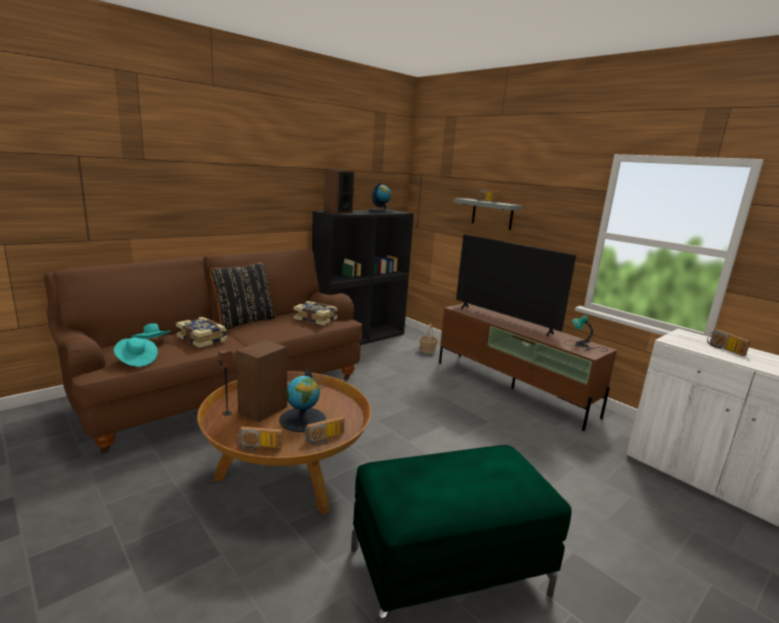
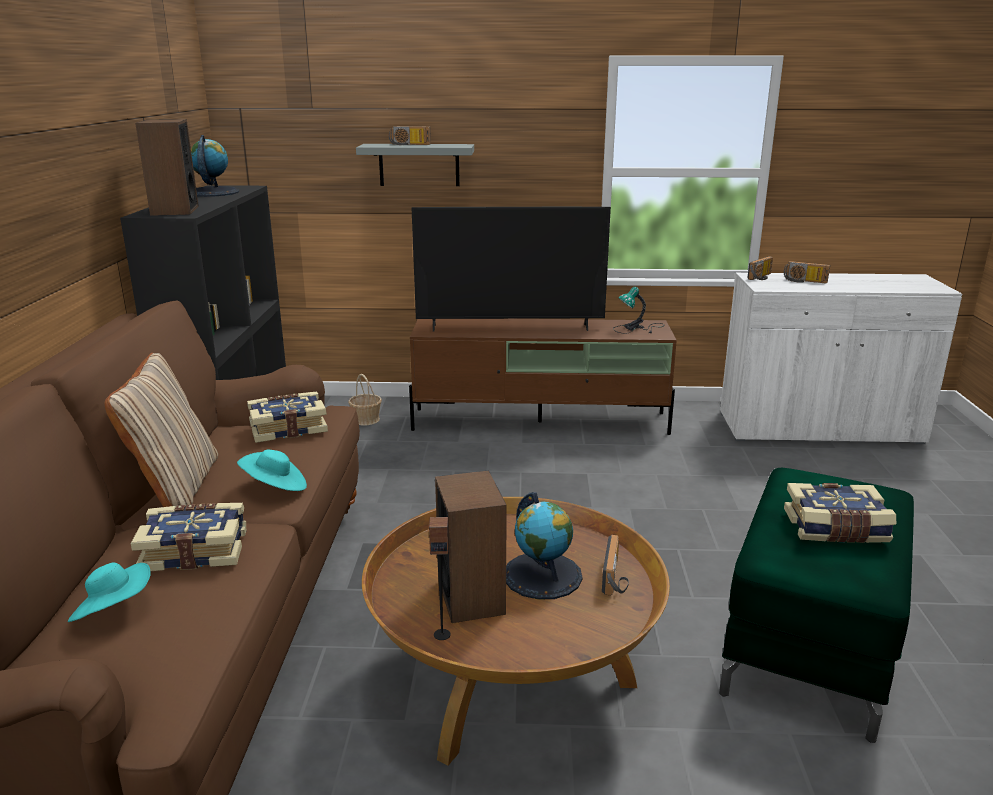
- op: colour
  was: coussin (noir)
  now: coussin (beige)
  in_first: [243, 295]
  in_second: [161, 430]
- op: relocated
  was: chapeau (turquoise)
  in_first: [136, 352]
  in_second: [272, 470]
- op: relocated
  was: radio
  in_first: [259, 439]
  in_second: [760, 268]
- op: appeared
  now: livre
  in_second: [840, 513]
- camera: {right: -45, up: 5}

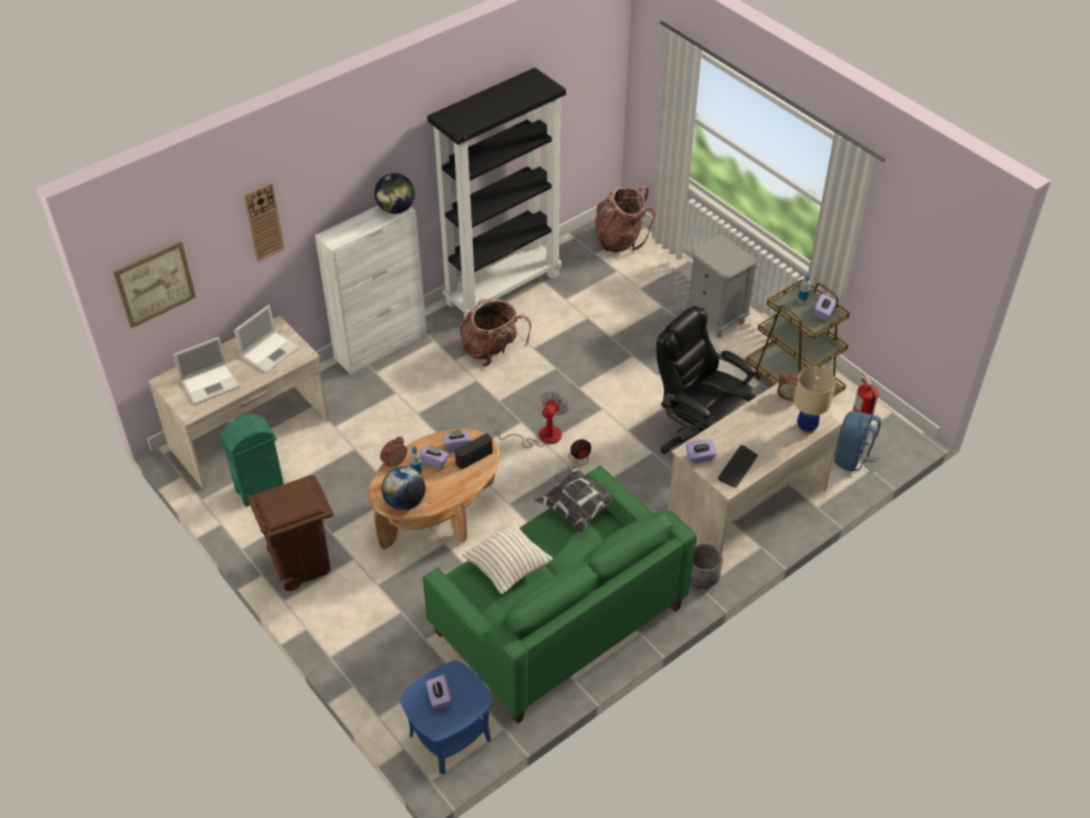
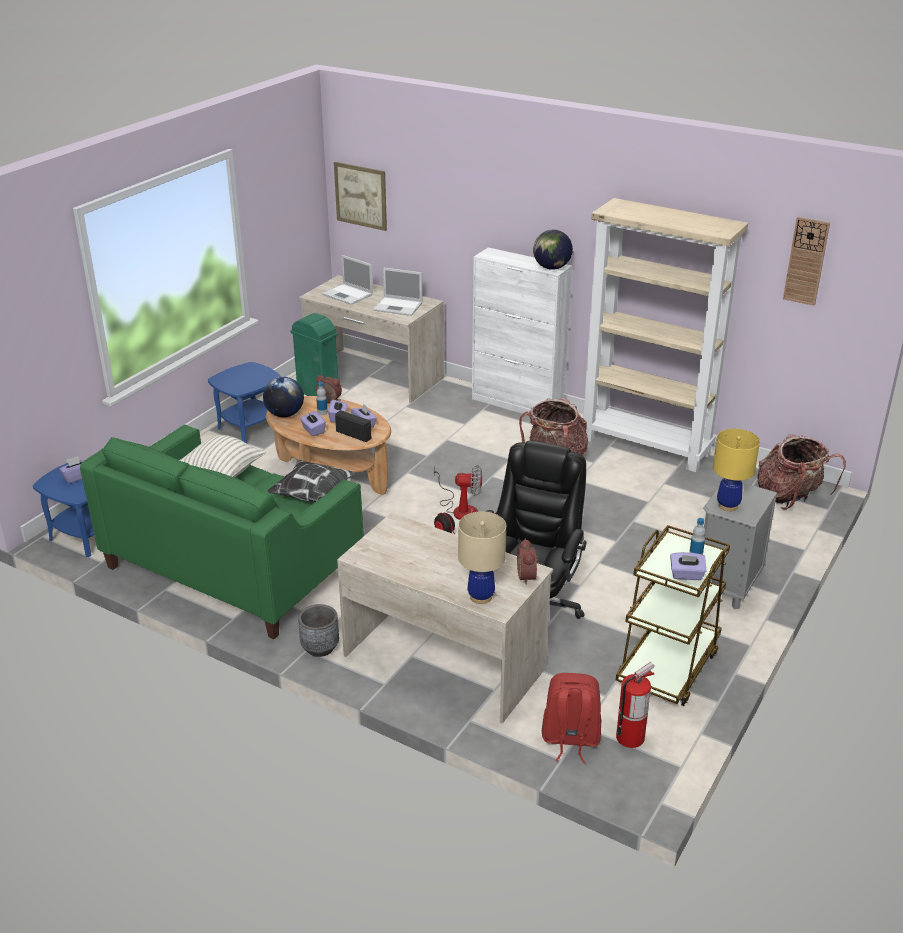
- op: colour
  was: bibliothèque (noir)
  now: bibliothèque (beige)
  in_first: [496, 194]
  in_second: [665, 335]
- op: relocated
  was: horloge murale
  in_first: [264, 222]
  in_second: [806, 261]
- op: colour
  was: sac à dos (bleu)
  now: sac à dos (rouge)
  in_first: [857, 441]
  in_second: [571, 718]
- op: relocated
  was: boîte à mouchoirs (violet)
  in_first: [701, 451]
  in_second: [313, 423]
- op: missing
  was: clavier
  in_first: [738, 466]
- op: exchanged
  was: poubelle (marron)
  now: table d'appoint (bleu)
  in_first: [290, 533]
  in_second: [244, 402]
- op: appeared
  now: lampe de table (jaune)
  in_second: [736, 470]
- camera: {right: 70, up: -15}

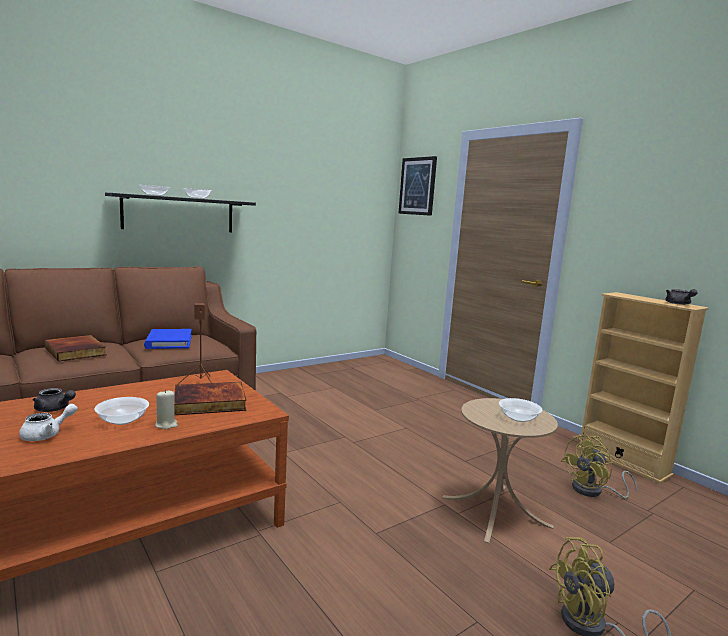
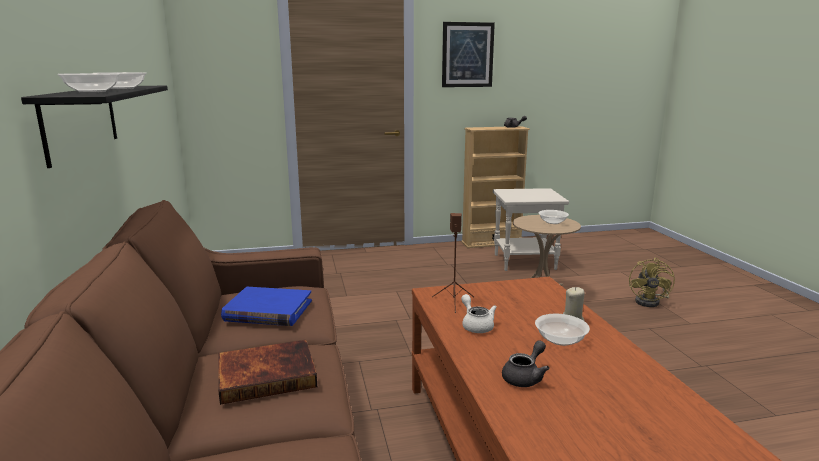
- op: relocated
  was: tableau
  in_first: [417, 186]
  in_second: [468, 54]
- op: missing
  was: livre
  in_first: [210, 398]
- op: relocated
  was: théière (blanc)
  in_first: [48, 422]
  in_second: [479, 313]
- op: exchanged
  was: ventilateur (jaune)
  now: table d'appoint (blanc)
  in_first: [599, 467]
  in_second: [531, 229]
- camera: {right: -65, up: 5}

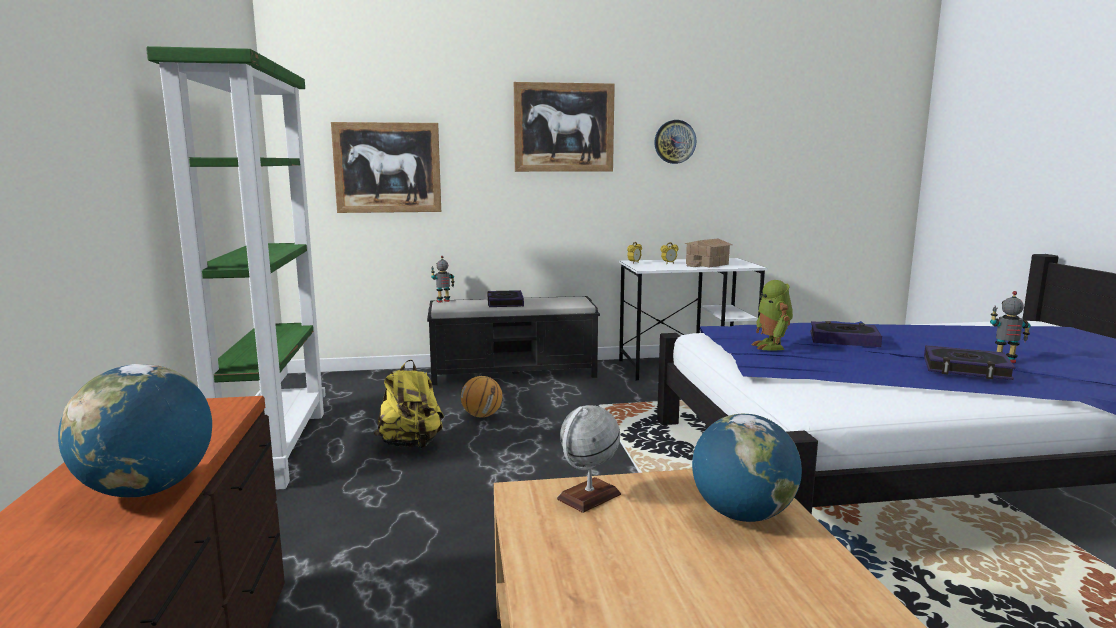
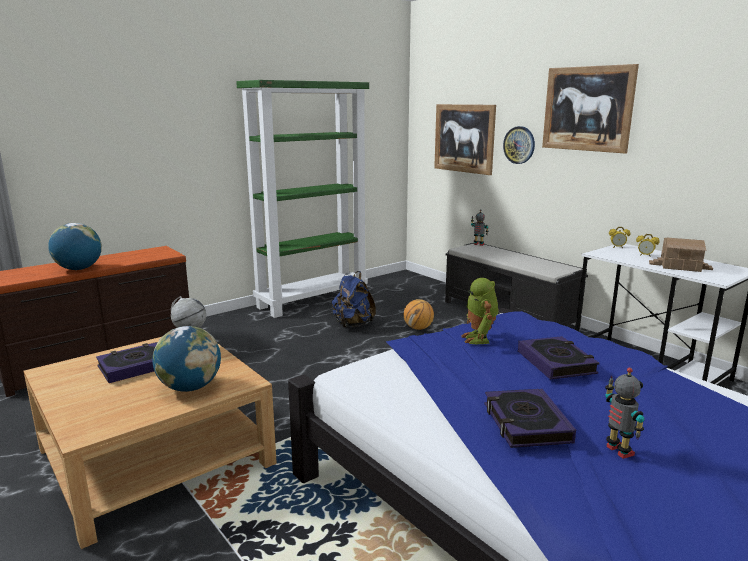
- op: relocated
  was: horloge murale
  in_first: [675, 142]
  in_second: [519, 145]
- op: spun
  was: robot jouet
  in_first: [772, 315]
  in_second: [480, 311]
  clockwise: -60
- op: relocated
  was: livre
  in_first: [506, 298]
  in_second: [126, 362]
- op: colour
  was: sac à dos (jaune)
  now: sac à dos (bleu)
  in_first: [409, 404]
  in_second: [354, 299]
- camera: {right: 60, up: 5}

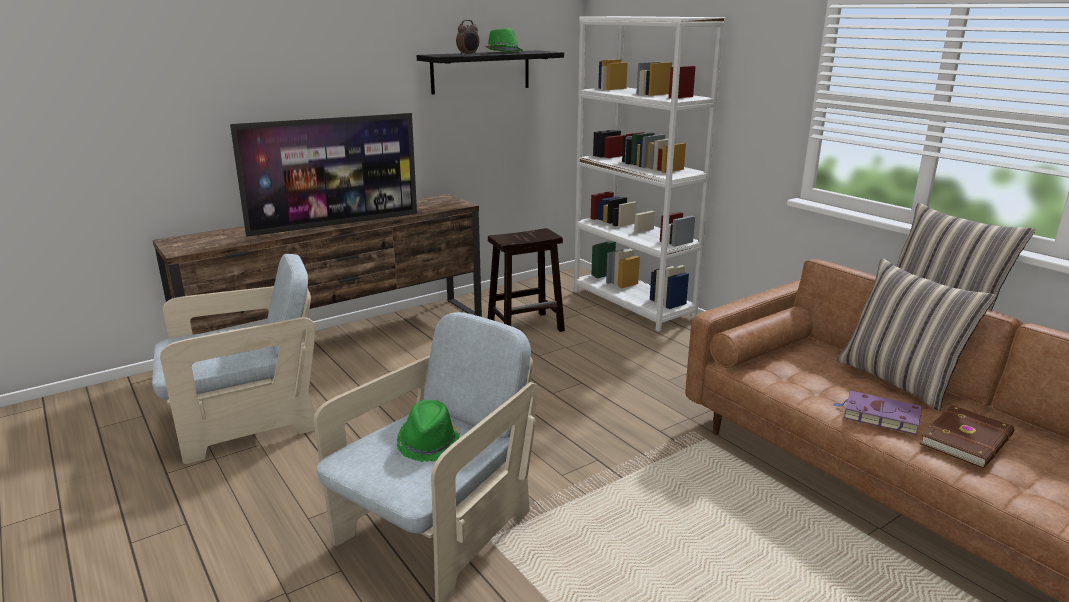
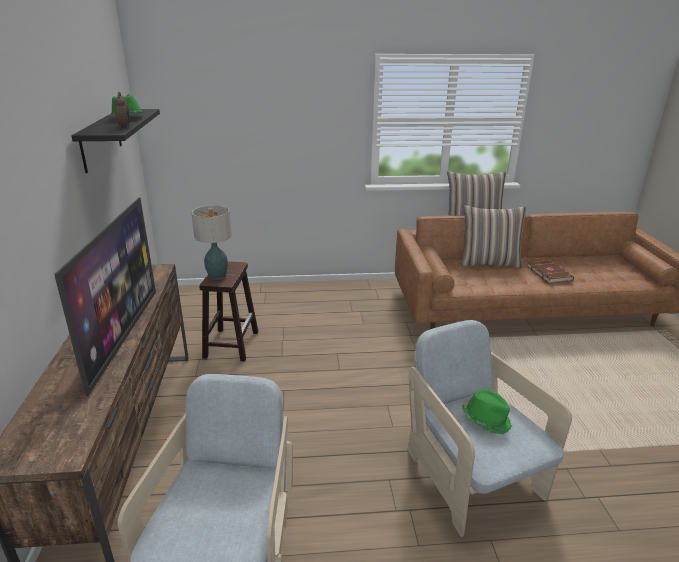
- op: missing
  was: bibliothèque (blanc)
  in_first: [649, 174]
- op: missing
  was: livre (violet)
  in_first: [877, 413]
- op: appeared
  now: lampe de table
  in_second: [211, 242]
- camera: {right: -60, up: 5}

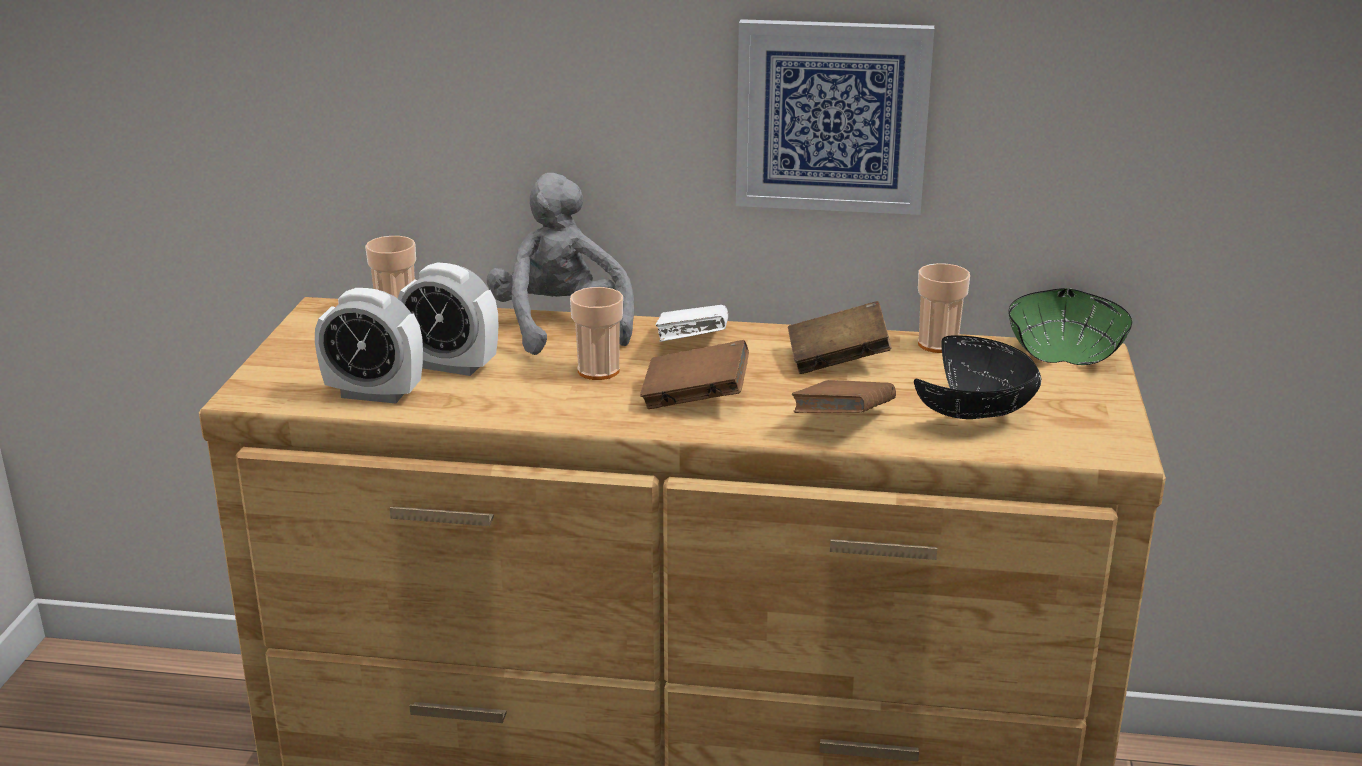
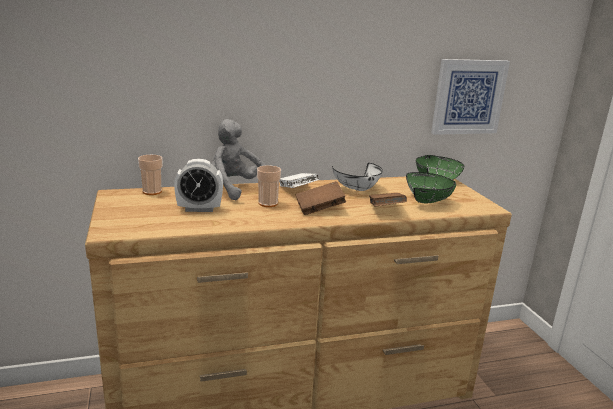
- op: relocated
  was: tableau
  in_first: [835, 117]
  in_second: [470, 97]
- op: missing
  was: tasse
  in_first: [944, 308]
- op: missing
  was: réveil
  in_first: [369, 346]
- op: exchanged
  was: livre (marron)
  now: bol (blanc)
  in_first: [840, 337]
  in_second: [357, 177]
- op: colour
  was: bol (noir)
  now: bol (vert)
  in_first: [977, 377]
  in_second: [431, 187]
- camera: {right: -25, up: -5}

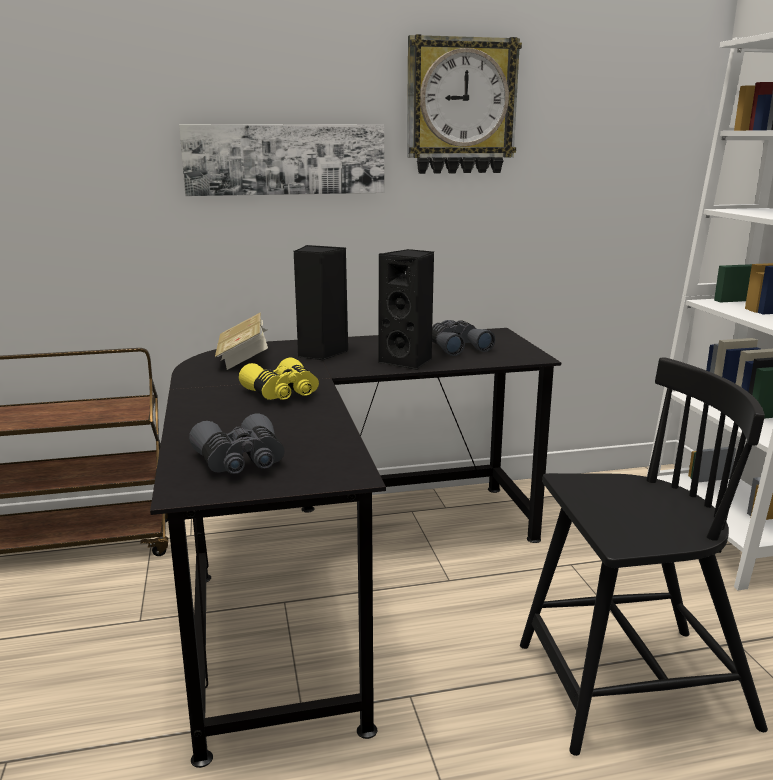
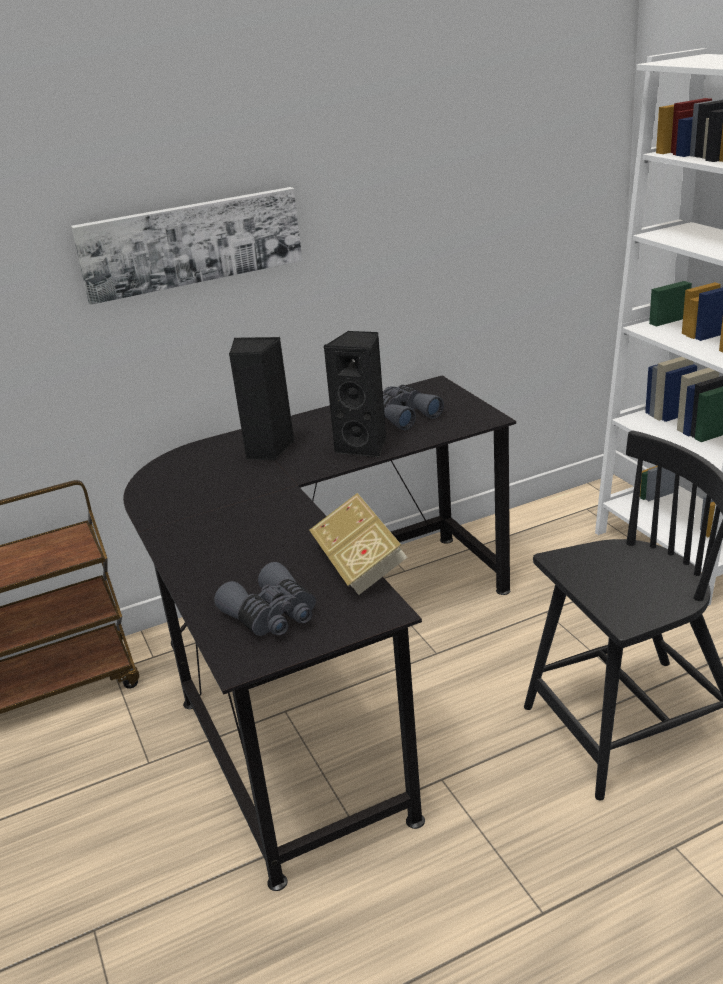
- op: missing
  was: horloge murale
  in_first: [464, 104]
- op: relocated
  was: livre
  in_first: [241, 341]
  in_second: [358, 544]
- op: missing
  was: jumelles (jaune)
  in_first: [279, 379]
- camera: {right: -10, up: 10}

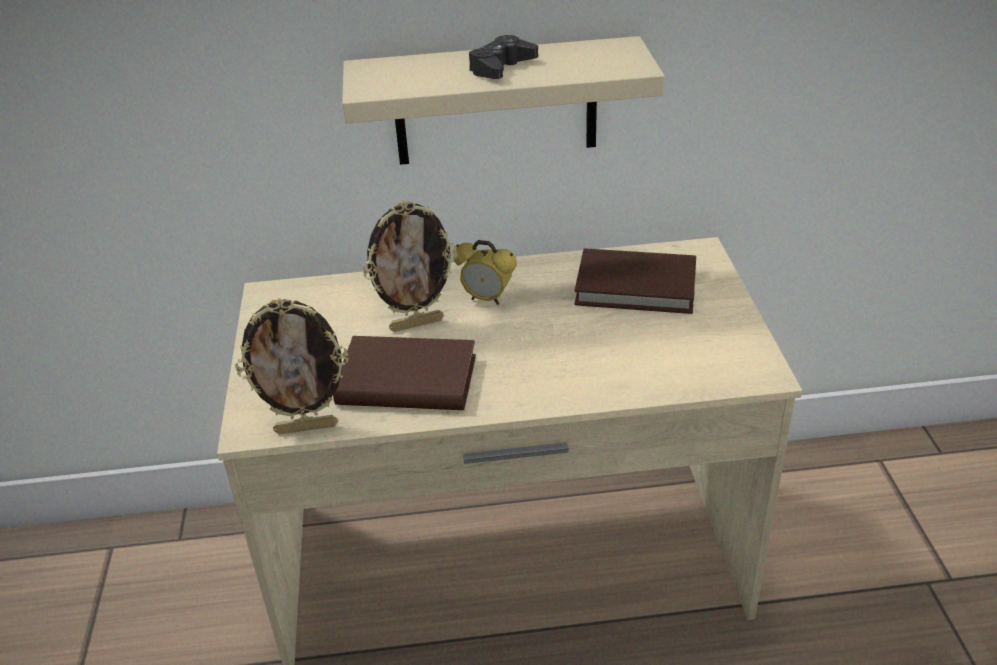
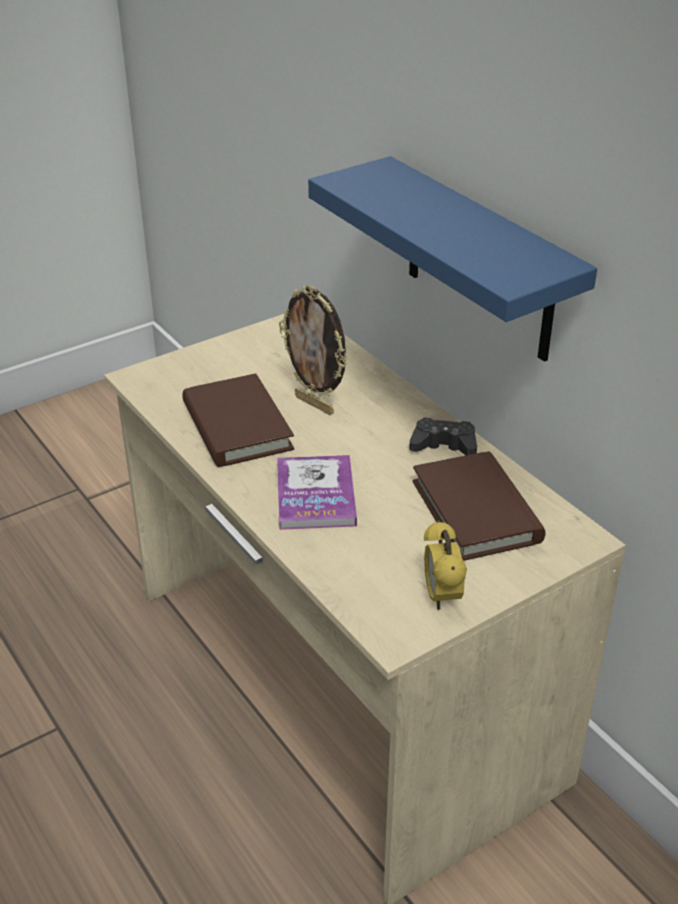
- op: relocated
  was: manette (noir)
  in_first: [503, 57]
  in_second: [443, 436]
- op: colour
  was: étagère (beige)
  now: étagère (bleu)
  in_first: [503, 100]
  in_second: [452, 259]
- op: relocated
  was: réveil
  in_first: [485, 272]
  in_second: [445, 565]
- op: missing
  was: cadre photo
  in_first: [292, 366]
- op: appeared
  now: livre
  in_second: [317, 492]
- camera: {right: 60, up: 0}

